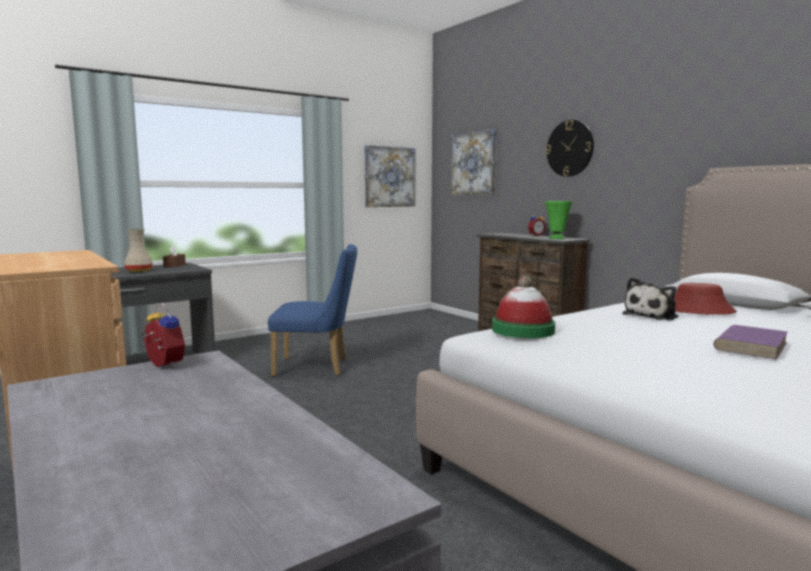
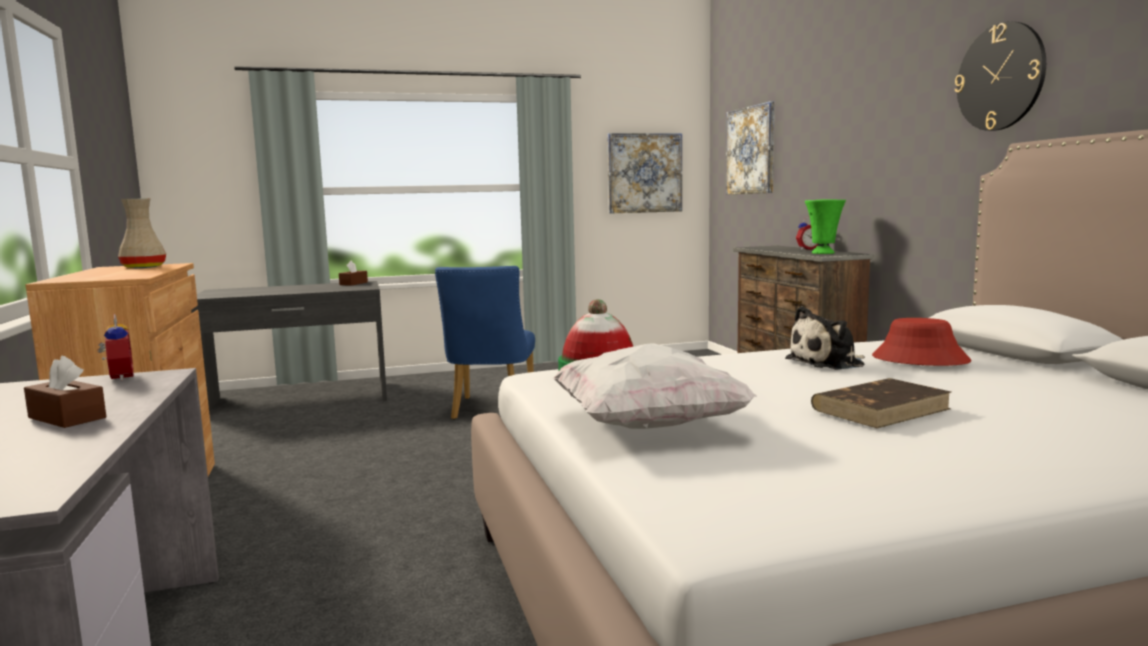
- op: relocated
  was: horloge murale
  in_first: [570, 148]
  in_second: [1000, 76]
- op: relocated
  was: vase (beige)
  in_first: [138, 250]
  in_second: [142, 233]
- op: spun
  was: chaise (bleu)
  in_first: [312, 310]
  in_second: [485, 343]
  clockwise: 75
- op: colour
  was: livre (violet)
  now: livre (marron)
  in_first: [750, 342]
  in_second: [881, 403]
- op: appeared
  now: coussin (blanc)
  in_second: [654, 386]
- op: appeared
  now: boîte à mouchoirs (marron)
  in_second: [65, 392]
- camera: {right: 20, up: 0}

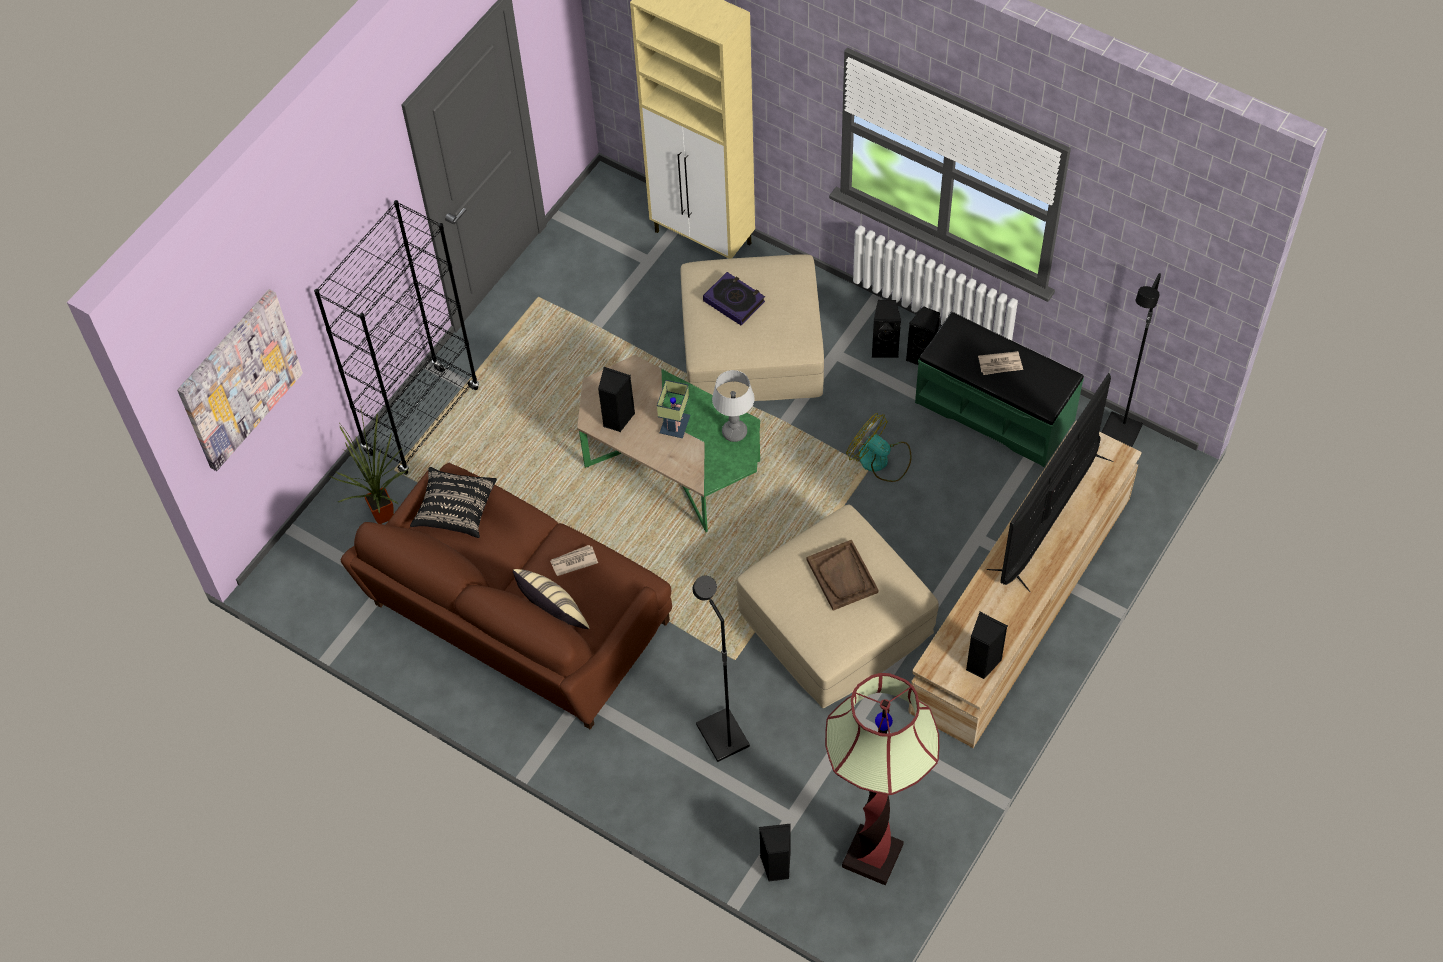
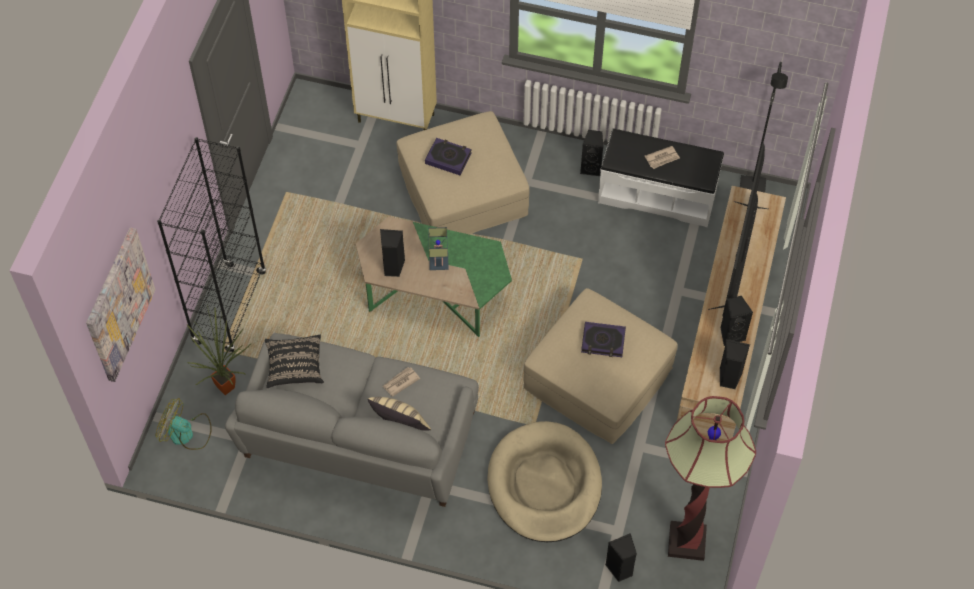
- op: relocated
  was: enceinte (noir)
  in_first: [886, 329]
  in_second: [736, 321]
- op: colour
  was: banc (vert)
  now: banc (blanc)
  in_first: [999, 389]
  in_second: [661, 177]
- op: missing
  was: lampe de table
  in_first: [733, 406]
- op: relocated
  was: ventilateur
  in_first: [878, 447]
  in_second: [184, 424]
- op: colour
  was: canapé (marron)
  now: canapé (gris)
  in_first: [506, 596]
  in_second: [352, 420]
- op: exchanged
  was: plateau (marron)
  now: livre
  in_first: [842, 575]
  in_second: [603, 339]
- op: exchanged
  was: lampadaire (noir)
  now: panier pour chien (beige)
  in_first: [721, 669]
  in_second: [544, 481]
- camera: {right: -20, up: 0}

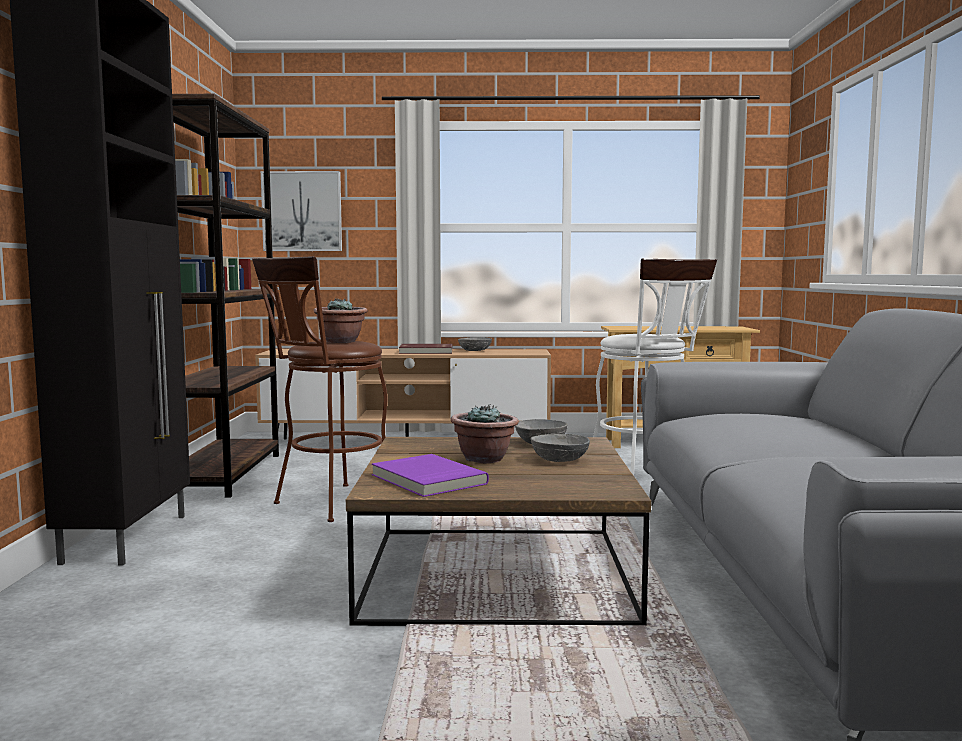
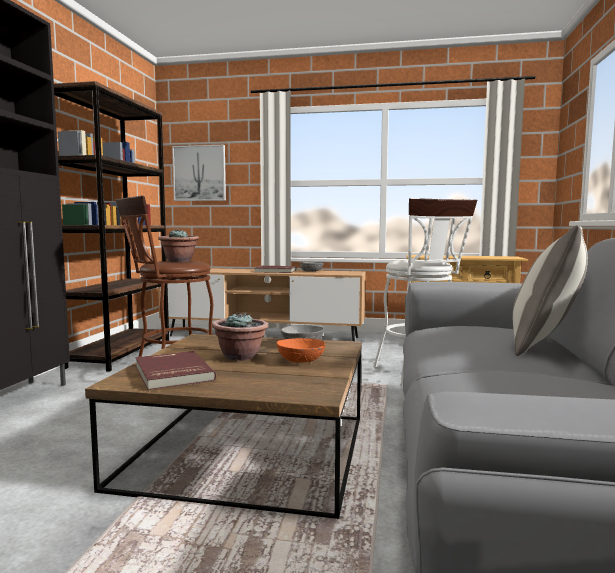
- op: colour
  was: bol (gris)
  now: bol (orange)
  in_first: [560, 448]
  in_second: [300, 350]
- op: colour
  was: livre (violet)
  now: livre (rouge)
  in_first: [430, 475]
  in_second: [176, 370]
- op: appeared
  now: coussin
  in_second: [550, 290]
- camera: {right: 10, up: 0}

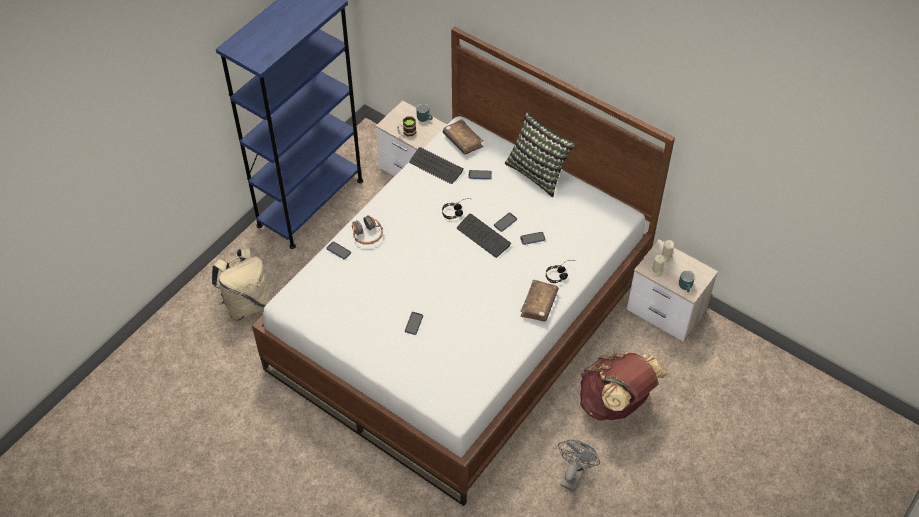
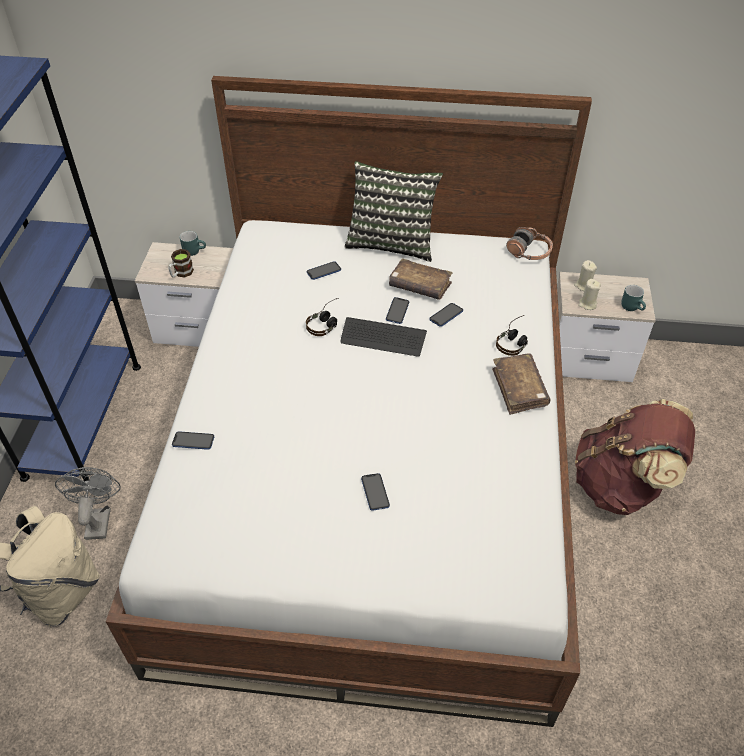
- op: relocated
  was: livre (marron)
  in_first: [463, 137]
  in_second: [421, 279]
- op: missing
  was: clavier
  in_first: [436, 165]
- op: relocated
  was: casque audio
  in_first: [367, 230]
  in_second: [529, 243]
- op: relocated
  was: ventilateur (gris)
  in_first: [579, 465]
  in_second: [88, 503]
- camera: {right: -30, up: -5}

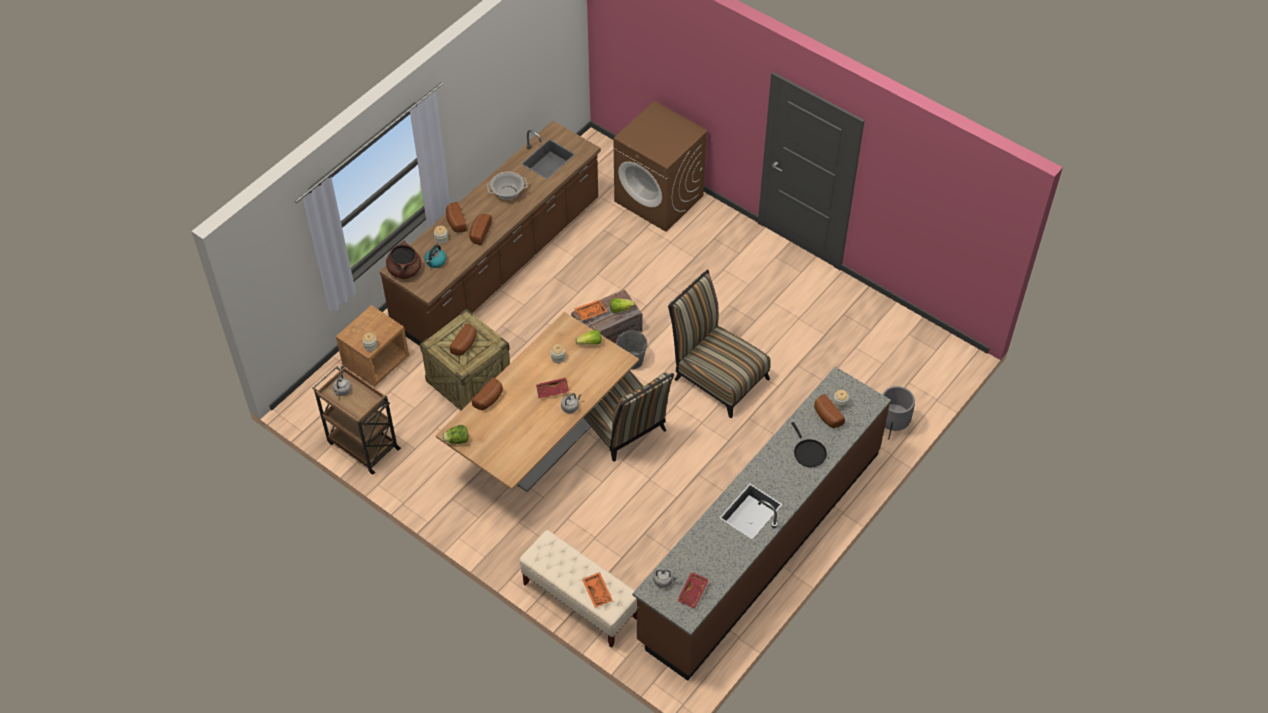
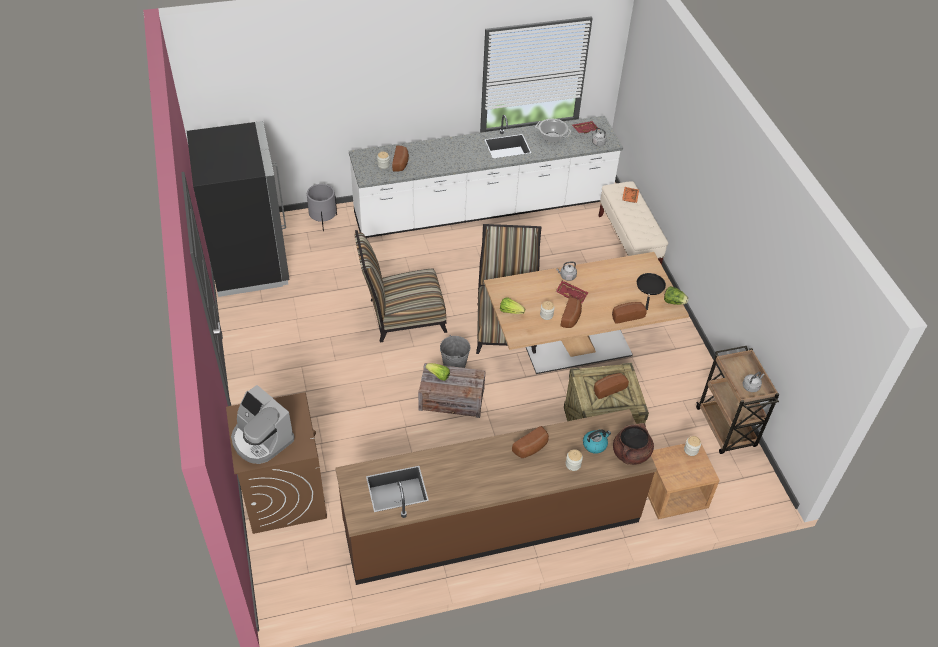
- op: relocated
  was: marmite
  in_first: [507, 186]
  in_second: [553, 130]
- op: relocated
  was: pain
  in_first: [456, 217]
  in_second: [571, 312]
- op: spun
  was: chaise
  in_first: [719, 343]
  in_second: [400, 286]
  clockwise: 90
- op: missing
  was: plateau (orange)
  in_first: [591, 310]
- op: colour
  was: comptoir de cuisine (marron)
  now: comptoir de cuisine (blanc)
  in_first: [762, 524]
  in_second: [486, 176]
- op: relocated
  was: poêle (noir)
  in_first: [809, 444]
  in_second: [651, 291]
- op: appeared
  now: réfrigérateur (noir)
  in_second: [238, 209]
- op: appeared
  now: machine à café
  in_second: [262, 424]
- camera: {right: -145, up: -5}

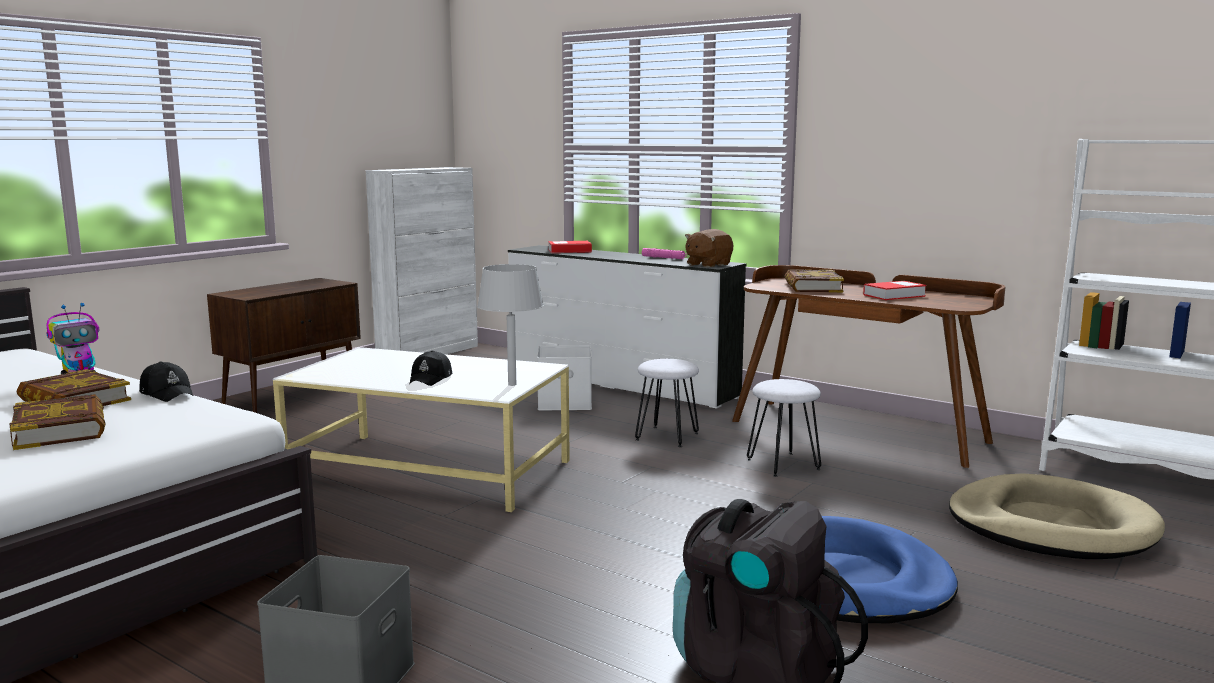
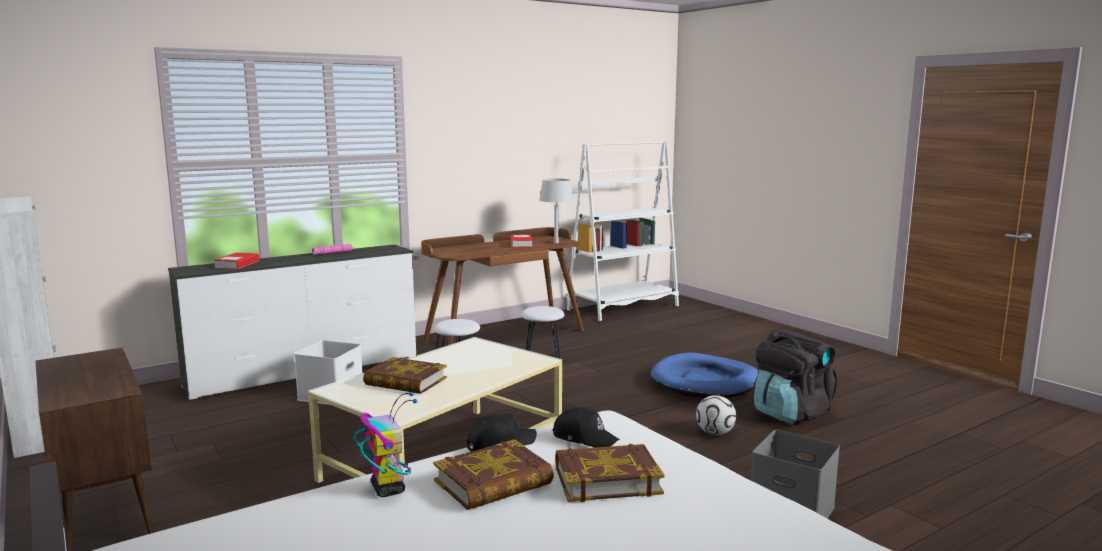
- op: missing
  was: peluche (marron)
  in_first: [709, 248]
- op: relocated
  was: lampe de table (gris)
  in_first: [510, 325]
  in_second: [556, 211]
- op: relocated
  was: livre
  in_first: [814, 280]
  in_second: [405, 375]
- op: relocated
  was: casquette (noir)
  in_first: [430, 368]
  in_second: [586, 427]
- op: missing
  was: panier pour chien (beige)
  in_first: [1057, 516]
- op: appeared
  now: ballon de foot
  in_second: [716, 415]
- camera: {right: -70, up: 0}

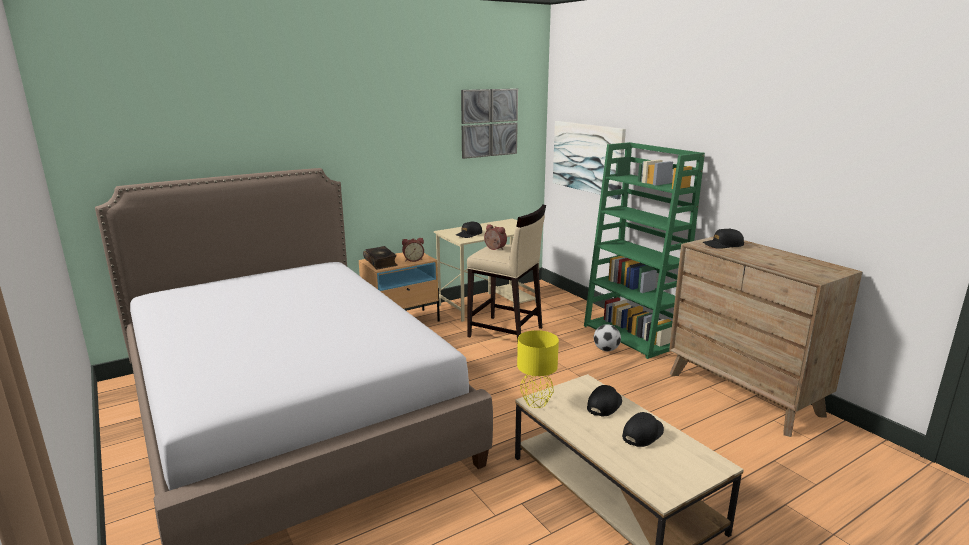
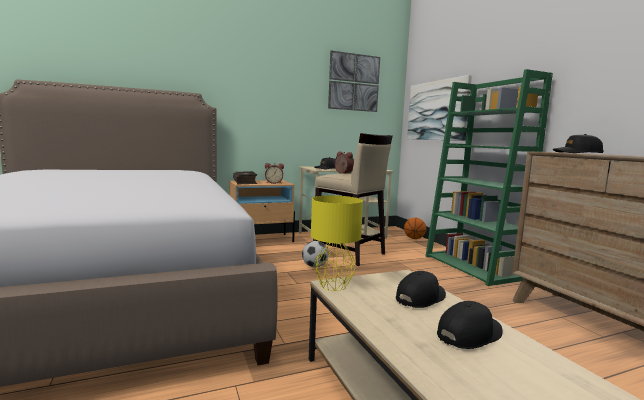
- op: relocated
  was: ballon de foot
  in_first: [607, 337]
  in_second: [315, 254]
- op: appeared
  now: ballon de basket
  in_second: [415, 228]
- camera: {right: 10, up: -10}

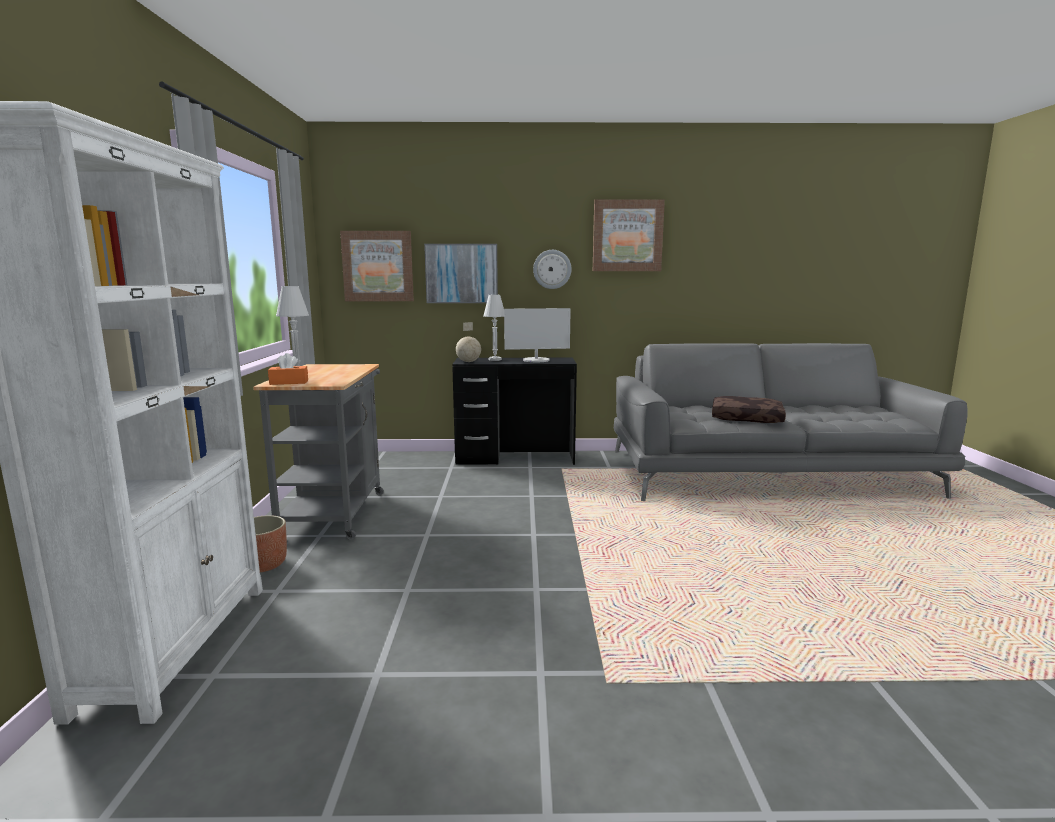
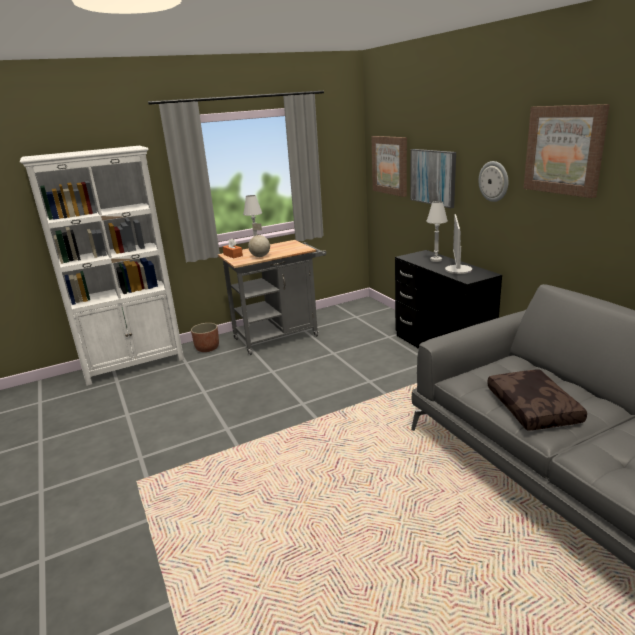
- op: spun
  was: écran d'ordinateur
  in_first: [537, 335]
  in_second: [458, 244]
  clockwise: 45
- op: relocated
  was: globe
  in_first: [468, 342]
  in_second: [259, 240]
- camera: {right: 65, up: 10}

